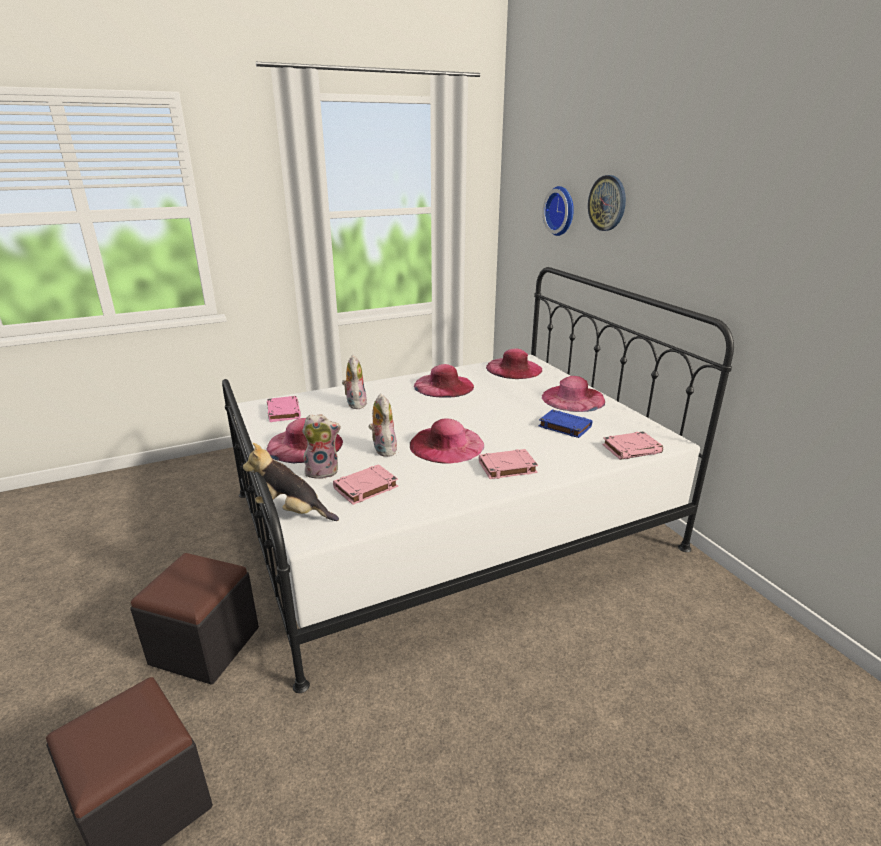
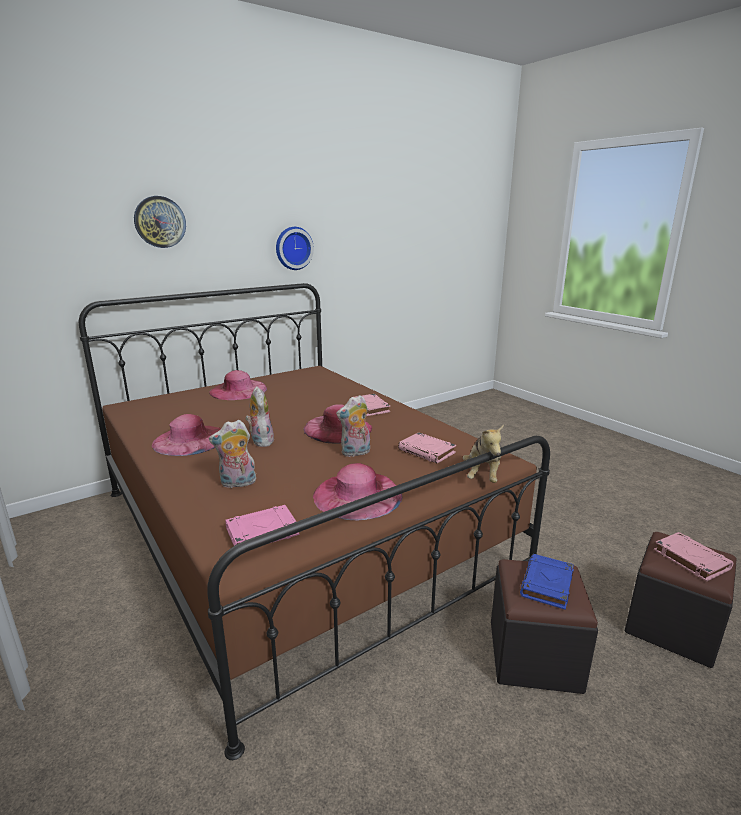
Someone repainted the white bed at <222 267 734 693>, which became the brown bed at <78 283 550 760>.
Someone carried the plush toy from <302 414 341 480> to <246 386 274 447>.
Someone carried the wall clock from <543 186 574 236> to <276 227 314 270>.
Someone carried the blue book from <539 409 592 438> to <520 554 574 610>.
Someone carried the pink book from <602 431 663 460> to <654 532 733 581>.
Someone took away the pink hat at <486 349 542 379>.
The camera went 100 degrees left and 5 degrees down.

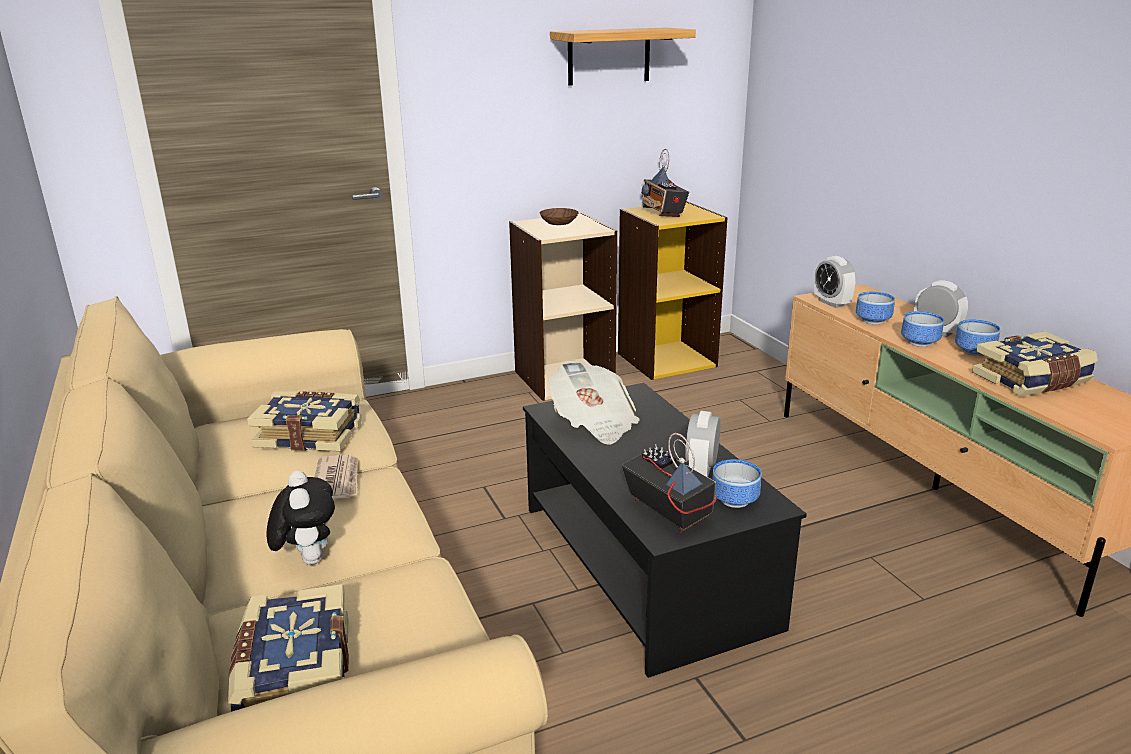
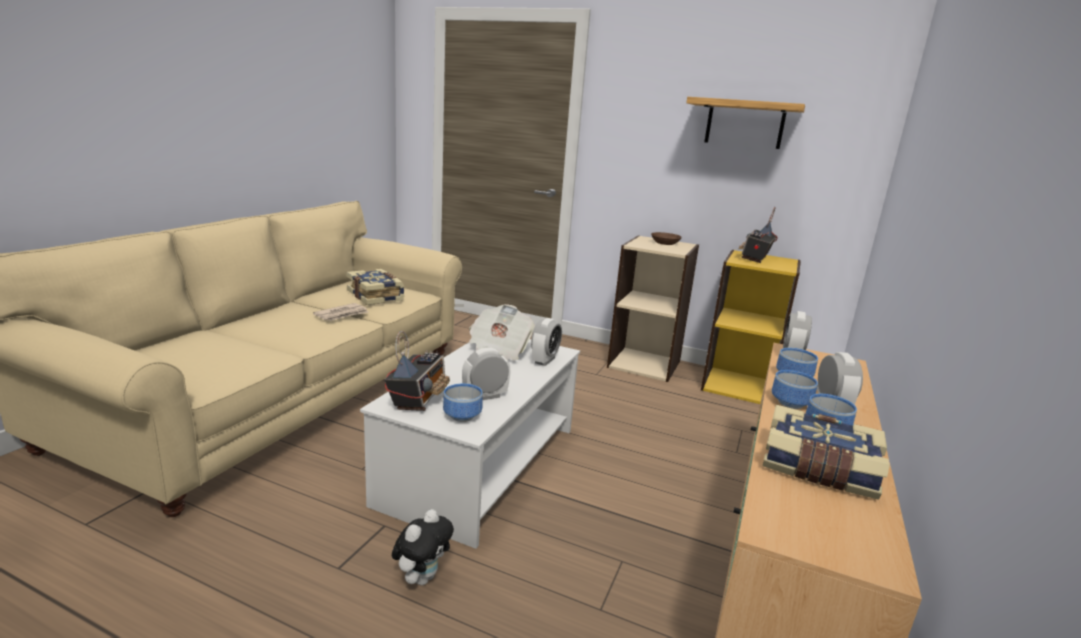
Someone repainted the black coffee table at <523 383 807 678>, which became the white coffee table at <360 339 580 549>.
Someone carried the plush toy from <267 470 335 565> to <392 509 454 585>.
Someone put down the alarm clock at <531 318 562 366>.
Someone took away the book at <228 584 349 712>.
The camera went 45 degrees right and 5 degrees down.

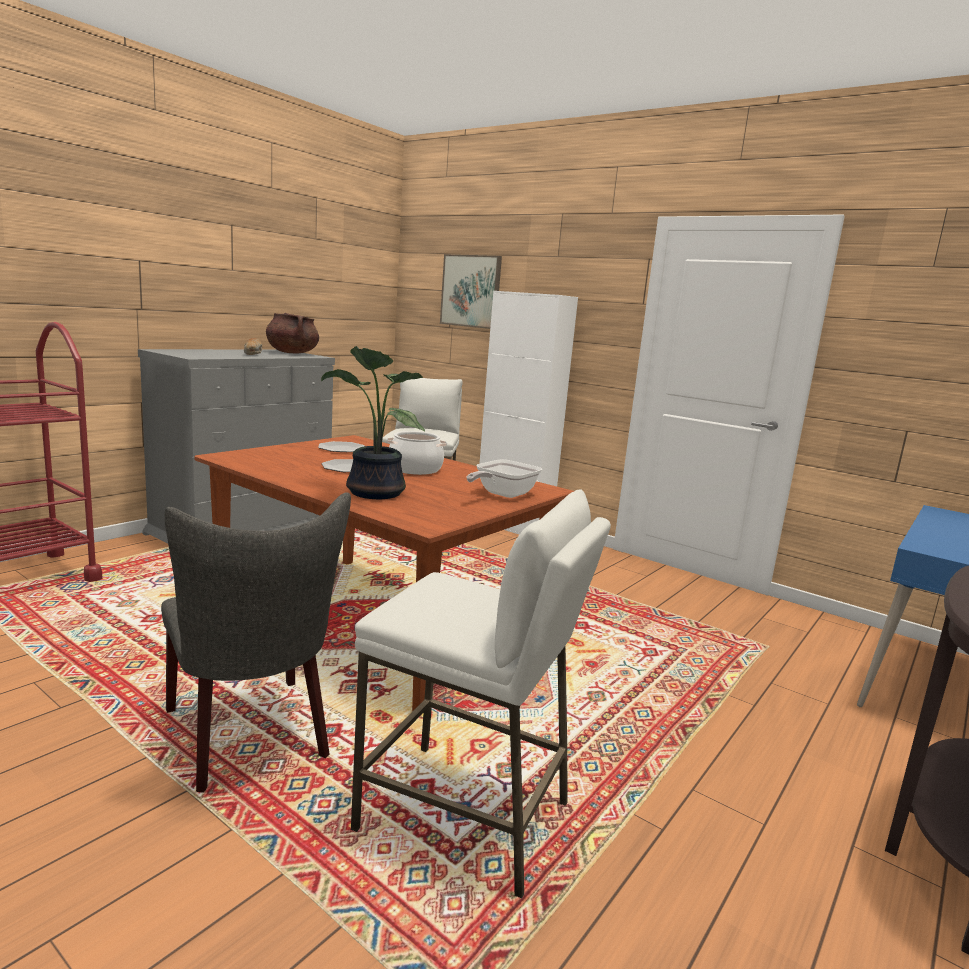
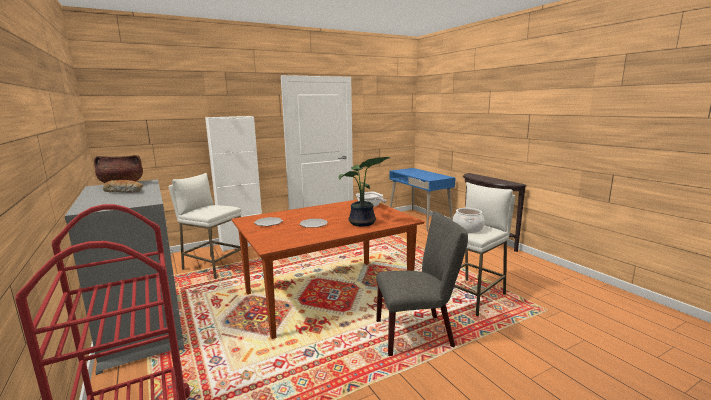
Someone carried the cooking pot from <386 431 447 475> to <453 208 484 233>.
Someone took away the picture at <440 254 502 329>.
The camera went 65 degrees left and 0 degrees up.

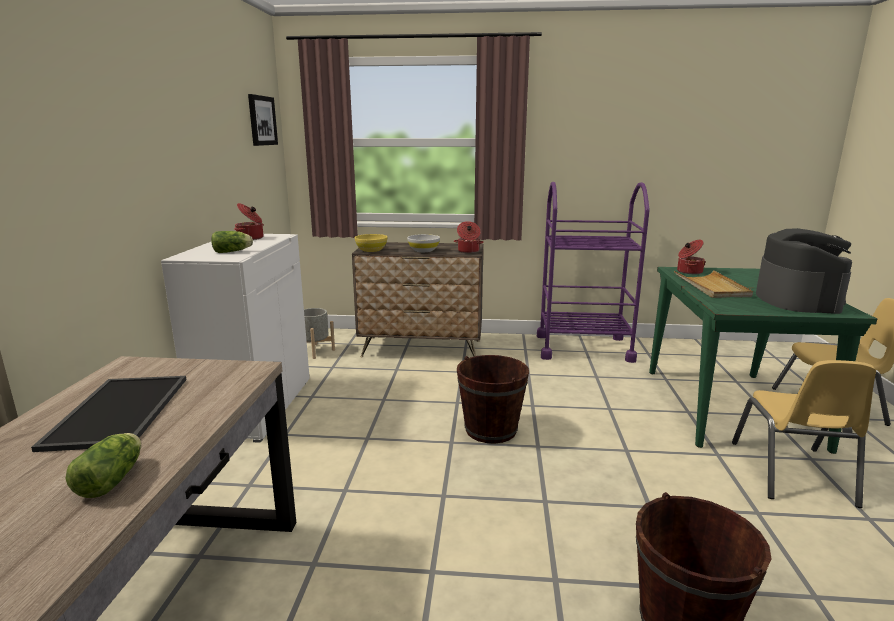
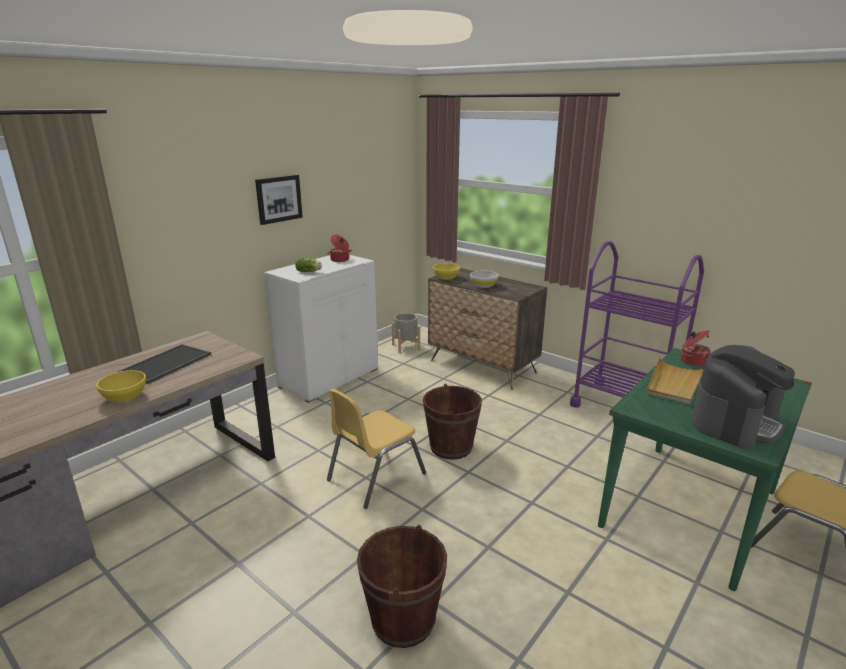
Someone swapped the lettuce at <65 433 141 498> for the yellow bowl at <96 370 146 402>.
Someone carried the picture from <248 94 278 146> to <255 175 303 225>.
Someone carried the yellow chair from <732 360 876 508> to <327 389 426 509>.
Someone took away the cooking pot at <454 221 484 253>.
The camera went 35 degrees right and 5 degrees up.

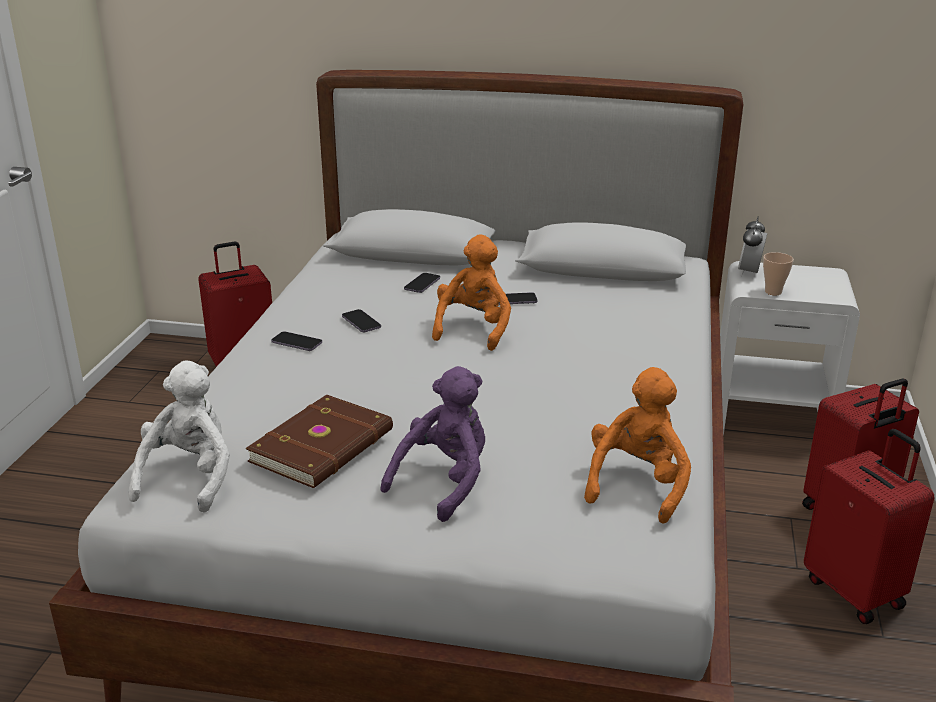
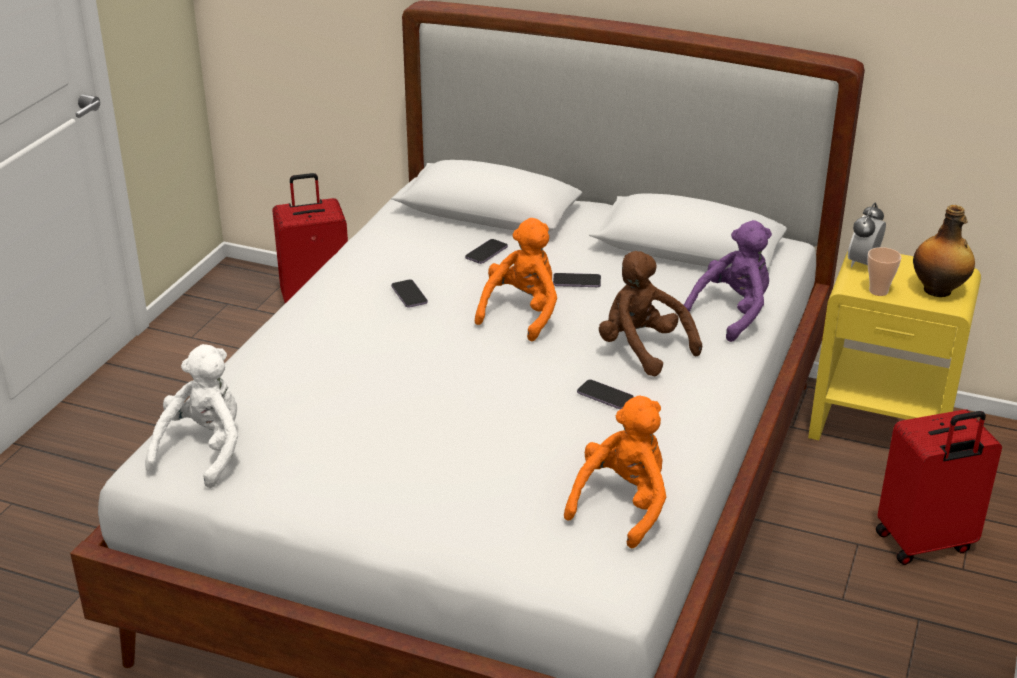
Someone carried the phone from <271 331 322 351> to <577 380 634 409>.
Someone put down the brown plush toy at <599 251 702 376>.
Someone carried the purple plush toy from <380 366 485 522> to <684 220 772 342>.
Someone repainted the white nightstand at <720 261 860 435>, which became the yellow nightstand at <808 252 981 440>.
Someone put down the bottle at <913 205 975 297>.
Someone took away the brown book at <246 394 393 488>.
Someone took away the red suitcase at <804 429 934 624>.
The camera went 10 degrees right and 5 degrees up.

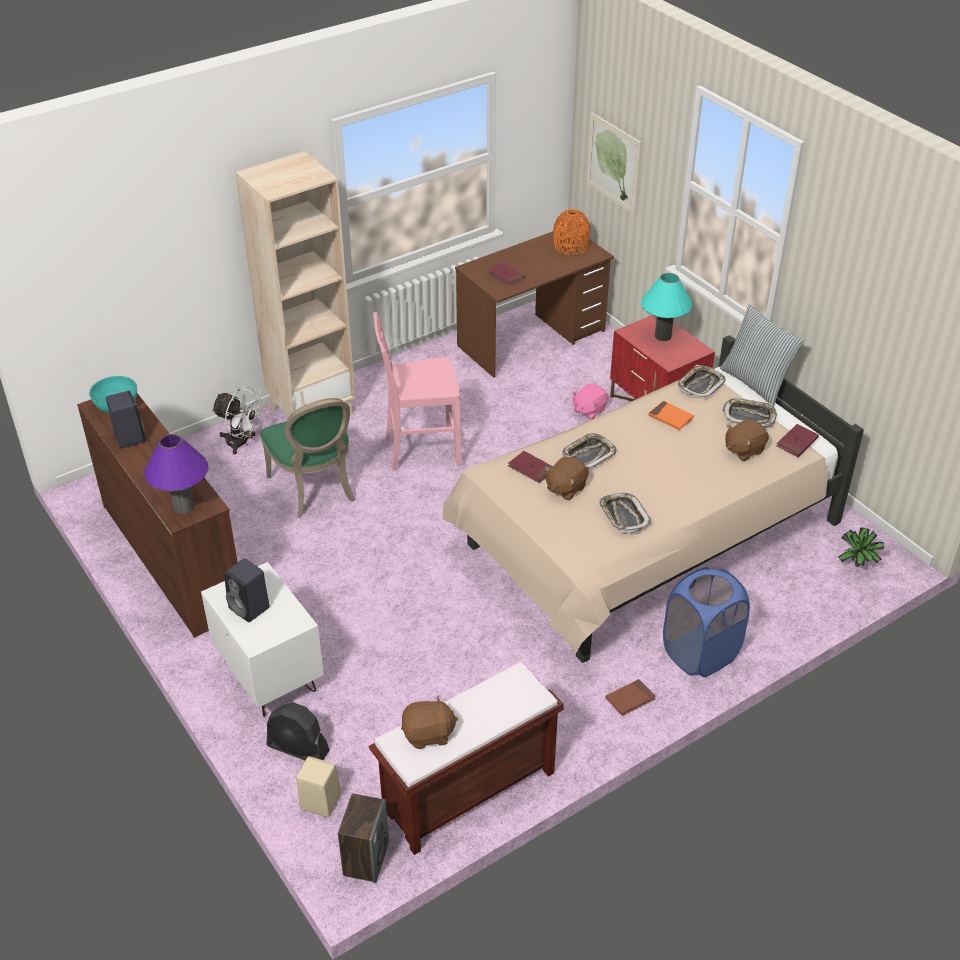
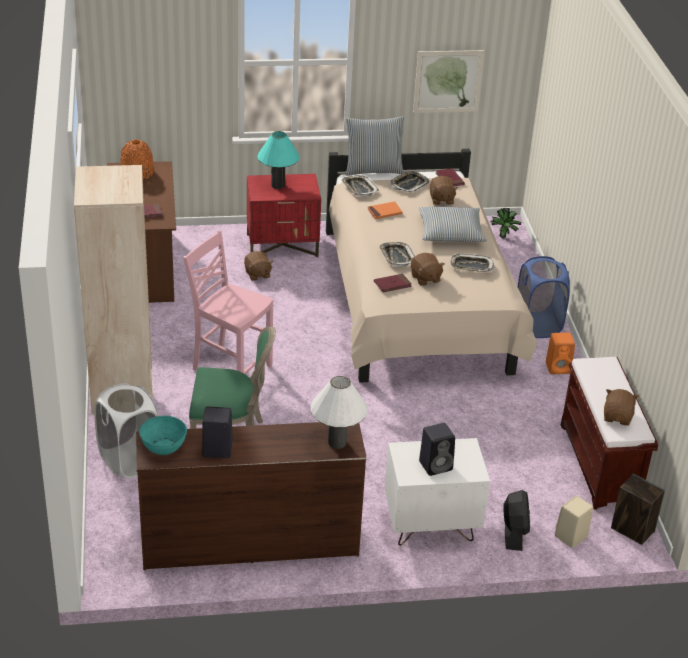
Someone swapped the white fan at <211 386 265 455> for the white laundry basket at <94 383 158 478>.
Someone rotated the pink chair at <373 312 462 471> by 105 degrees clockwise.
Someone repainted the pink plush toy at <572 384 609 419>, which became the brown plush toy at <244 251 273 281>.
Someone repainted the purple table lamp at <144 434 208 514>, which became the white table lamp at <311 376 368 449>.
Someone carried the picture from <586 112 642 214> to <413 50 485 113>.
Someone put down the pillow at <418 207 487 242>.
Someone rotated the black fan at <266 702 330 761> by 45 degrees counterclockwise.
Someone swapped the brown book at <605 679 656 716> for the orange speaker at <546 333 575 374>.
The camera went 65 degrees left and 5 degrees down.

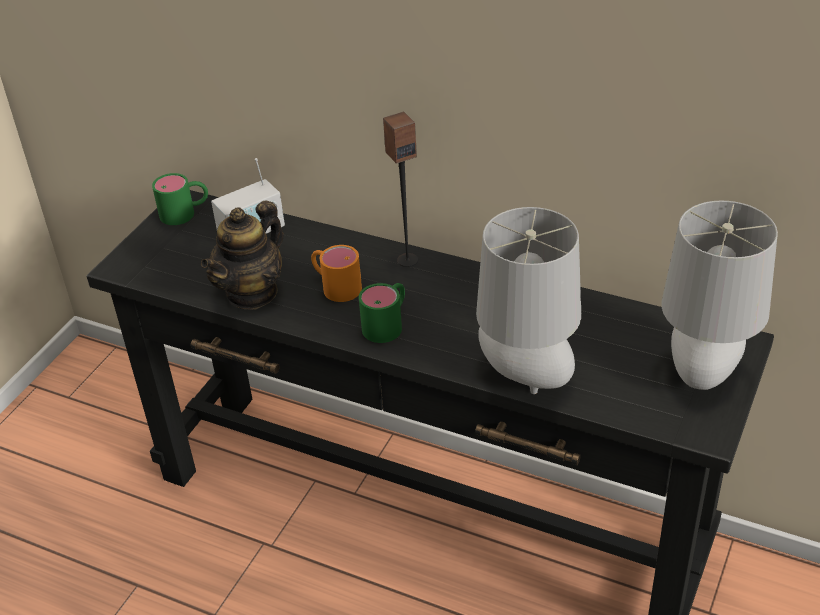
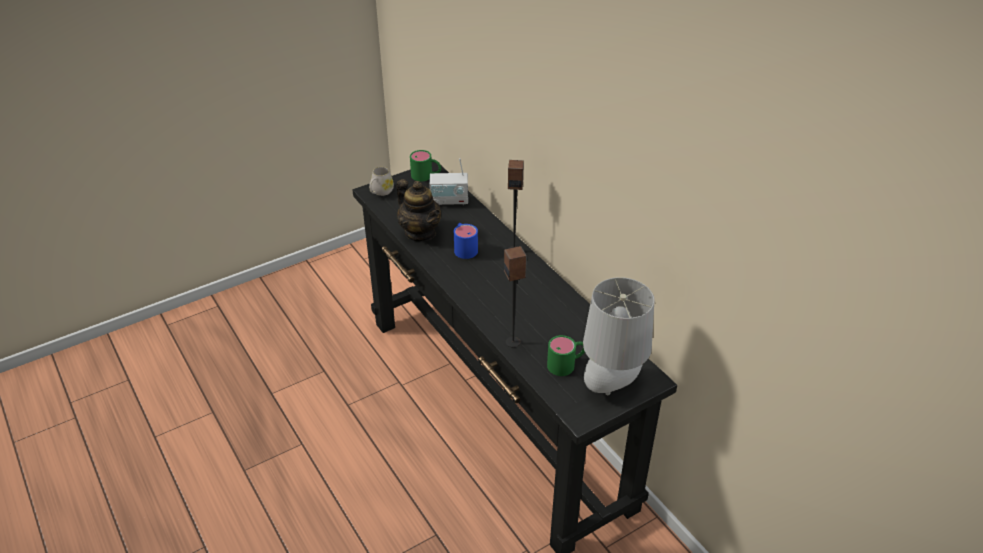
Someone put down the white mug at <369 167 394 196>.
Someone rotated the teapot at <201 200 284 310> by 105 degrees counterclockwise.
Someone repainted the orange mug at <311 245 362 302>, which became the blue mug at <454 223 478 259>.
Someone swapped the grey table lamp at <476 207 581 394> for the speaker at <504 246 527 348>.
Someone carried the green mug from <359 283 405 343> to <547 335 585 376>.
The camera went 30 degrees right and 0 degrees up.

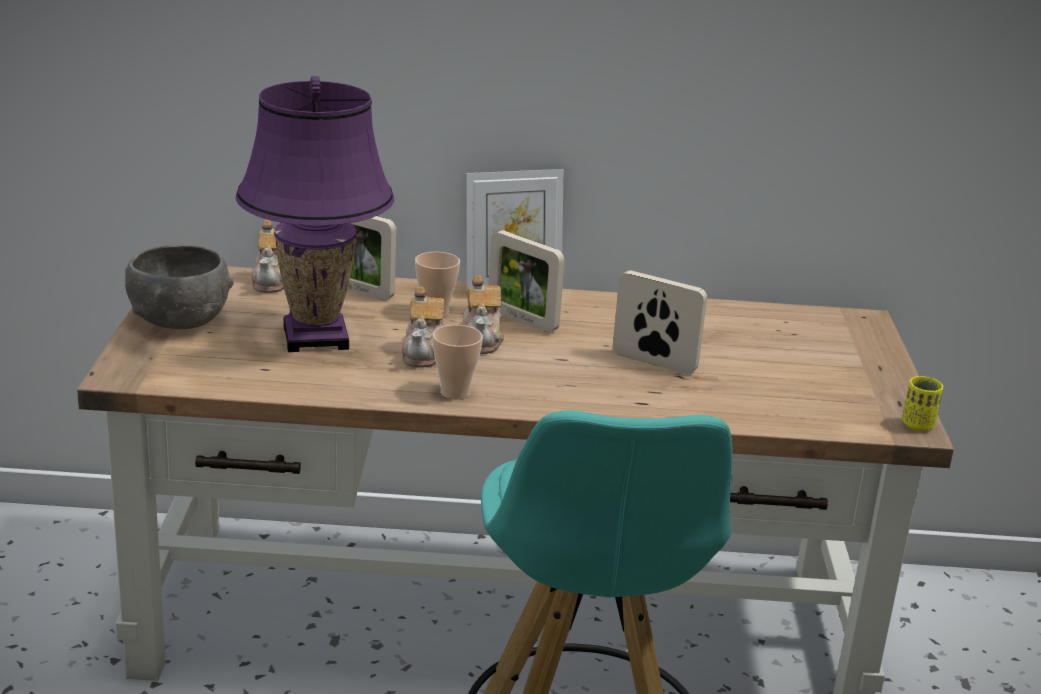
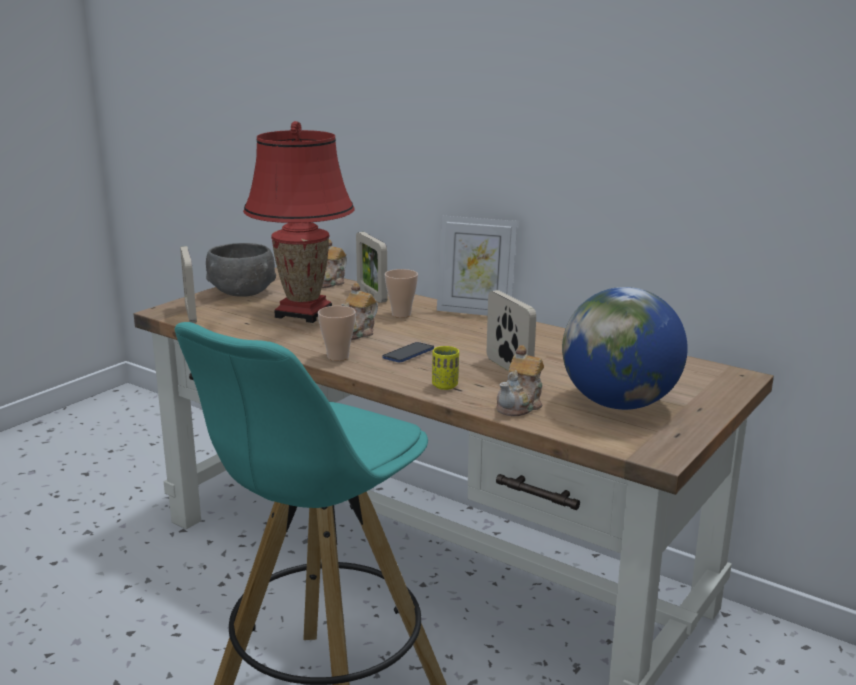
Someone carried the picture frame from <488 230 565 333> to <180 246 197 323>.
Someone repainted the purple table lamp at <236 76 394 352>, which became the red table lamp at <243 121 355 323>.
Someone put down the phone at <382 342 434 362>.
Someone carried the yellow cup from <902 376 943 431> to <432 346 459 390>.
Someone carried the teapot from <463 275 504 354> to <496 345 544 416>.
Someone put down the globe at <562 287 688 410>.
The camera went 35 degrees right and 5 degrees down.

